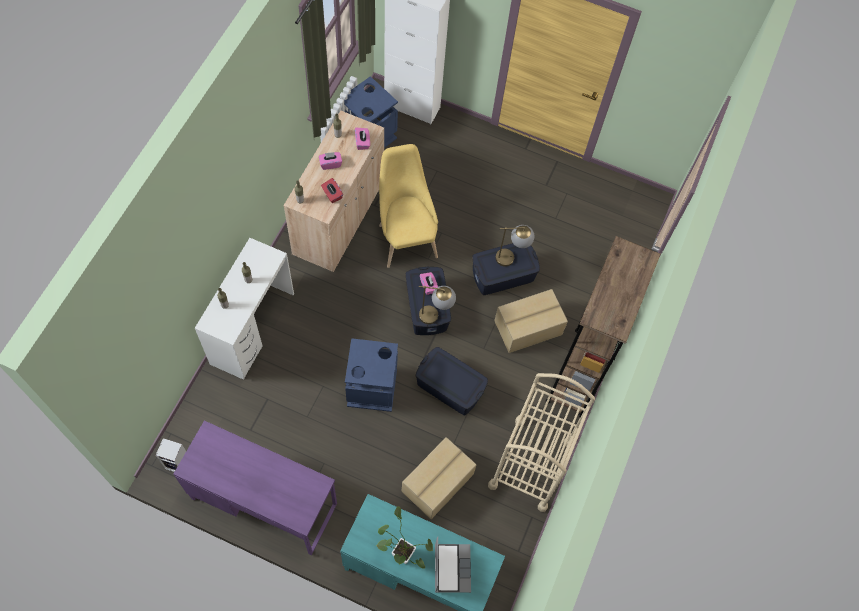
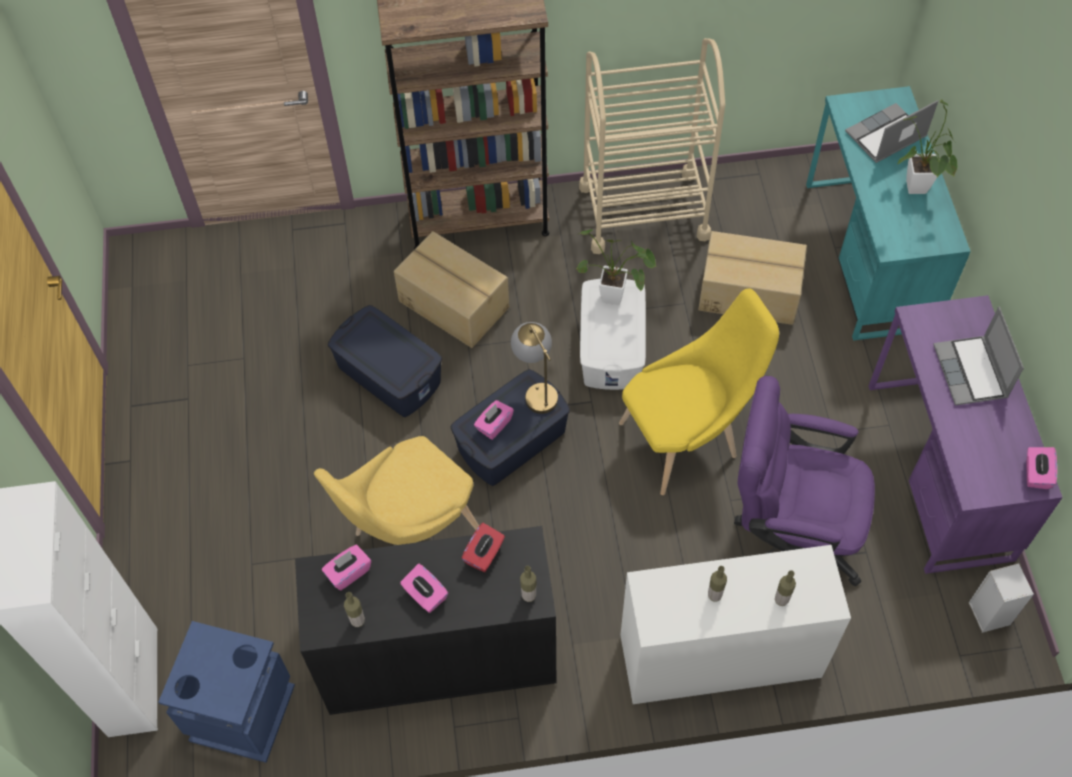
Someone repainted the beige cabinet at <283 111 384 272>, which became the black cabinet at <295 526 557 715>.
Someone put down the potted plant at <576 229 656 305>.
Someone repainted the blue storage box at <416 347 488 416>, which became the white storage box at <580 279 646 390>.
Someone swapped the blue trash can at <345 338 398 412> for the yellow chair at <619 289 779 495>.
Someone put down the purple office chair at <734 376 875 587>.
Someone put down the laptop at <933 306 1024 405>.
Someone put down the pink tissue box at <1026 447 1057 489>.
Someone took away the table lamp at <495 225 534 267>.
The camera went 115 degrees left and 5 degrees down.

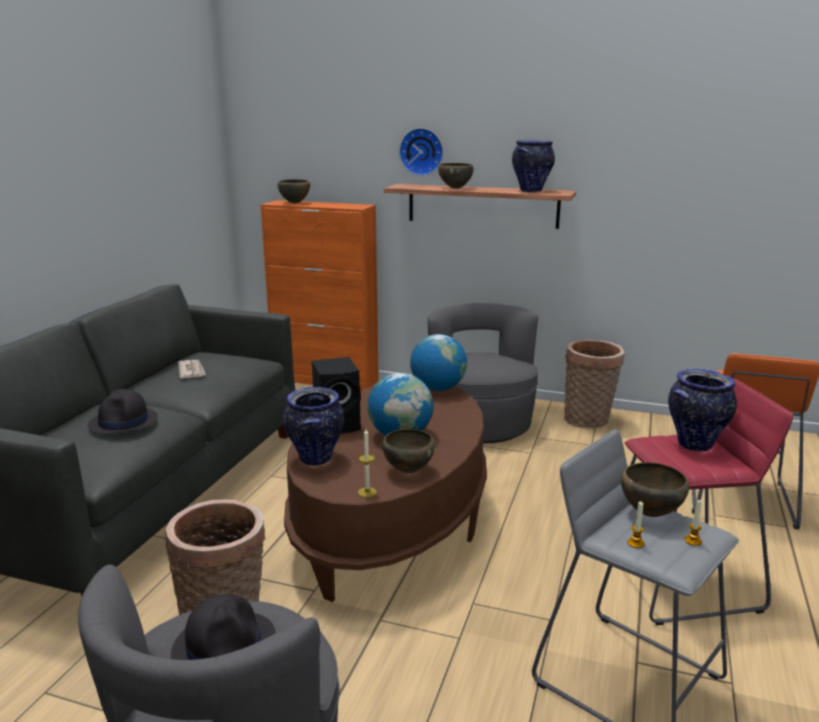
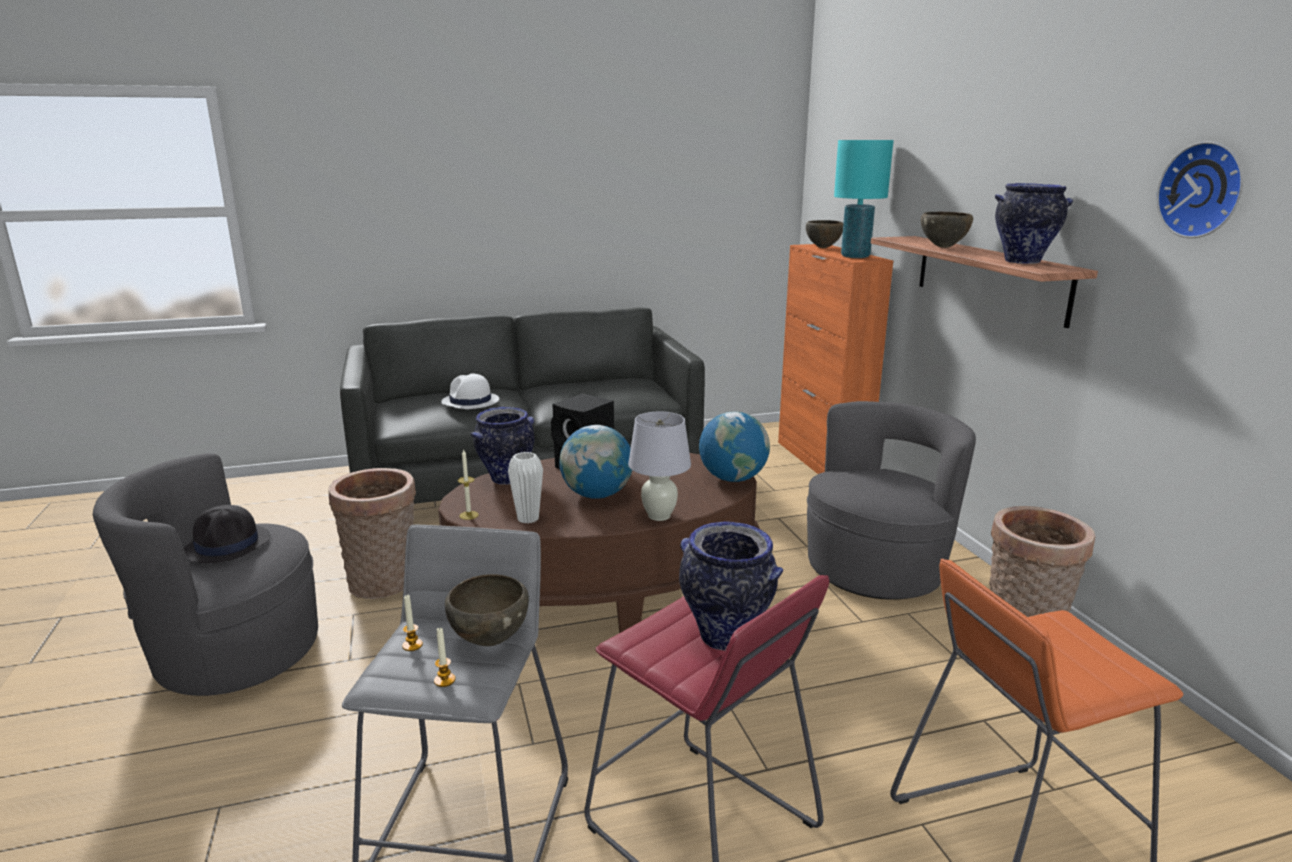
Someone repainted the black hat at <88 389 158 434>, which became the white hat at <441 373 499 409>.
Someone swapped the brown bowl at <382 429 435 473> for the white vase at <508 452 543 524>.
Someone put down the white table lamp at <628 412 691 521>.
Someone put down the turquoise table lamp at <834 140 894 258>.
Someone carried the wall clock from <399 128 443 176> to <1156 141 1243 238>.
Someone took away the newspaper at <178 360 206 378>.
The camera went 55 degrees right and 0 degrees up.

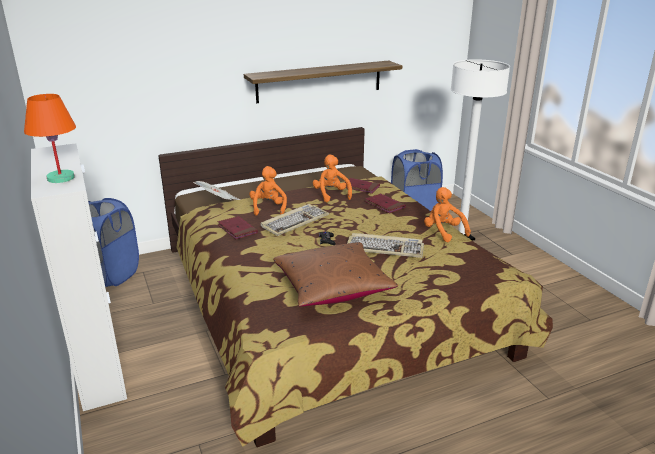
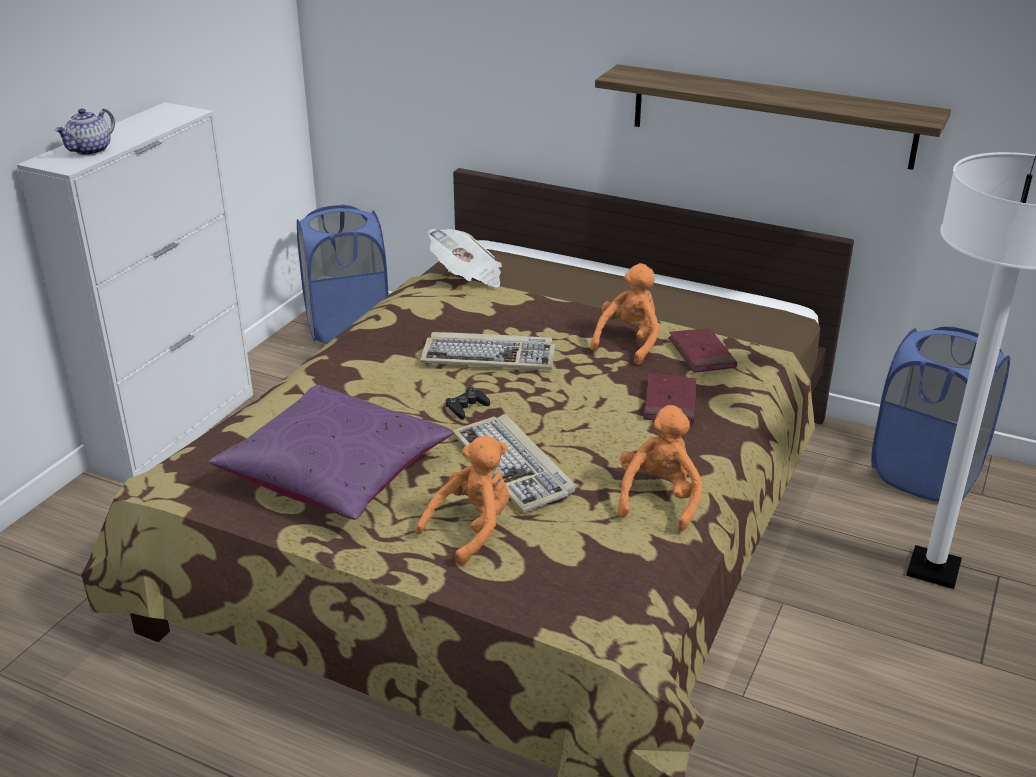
Someone swapped the orange table lamp at <24 94 76 183> for the teapot at <55 108 115 156>.
Someone repainted the brown pillow at <273 242 398 307>, which became the purple pillow at <208 385 454 520>.
Someone carried the orange plush toy from <249 166 287 216> to <415 435 509 566>.
Someone took away the red book at <218 216 258 239>.
The camera went 50 degrees right and 5 degrees up.

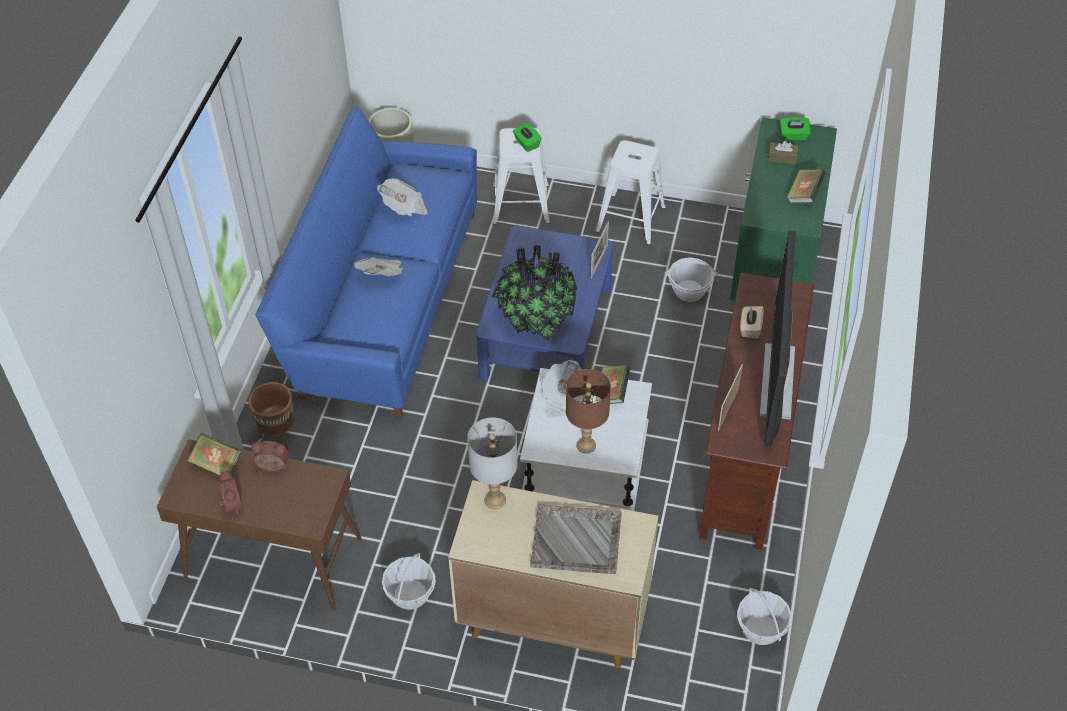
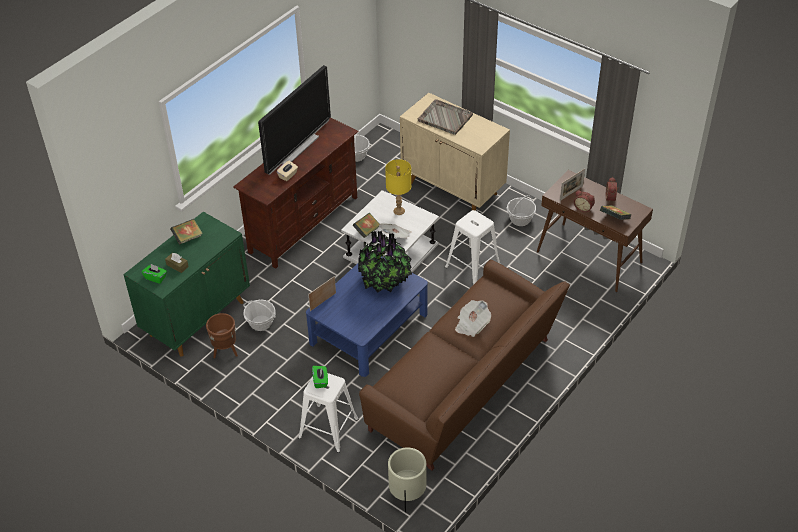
Someone carried the brown planter from <248 382 294 451> to <206 313 238 358>.
Someone repainted the blue sofa at <255 107 477 418>, which became the brown sofa at <359 259 570 470>.
Someone repainted the brown table lamp at <566 369 611 454>, which became the yellow table lamp at <385 159 411 215>.
Someone carried the white stool from <596 140 666 245> to <445 210 500 285>.
Someone carried the picture frame from <718 364 743 431> to <560 169 585 201>.
Someone took away the newspaper at <377 178 427 216>.
Someone took away the grey table lamp at <467 417 518 509>.
The camera went 155 degrees left and 5 degrees down.

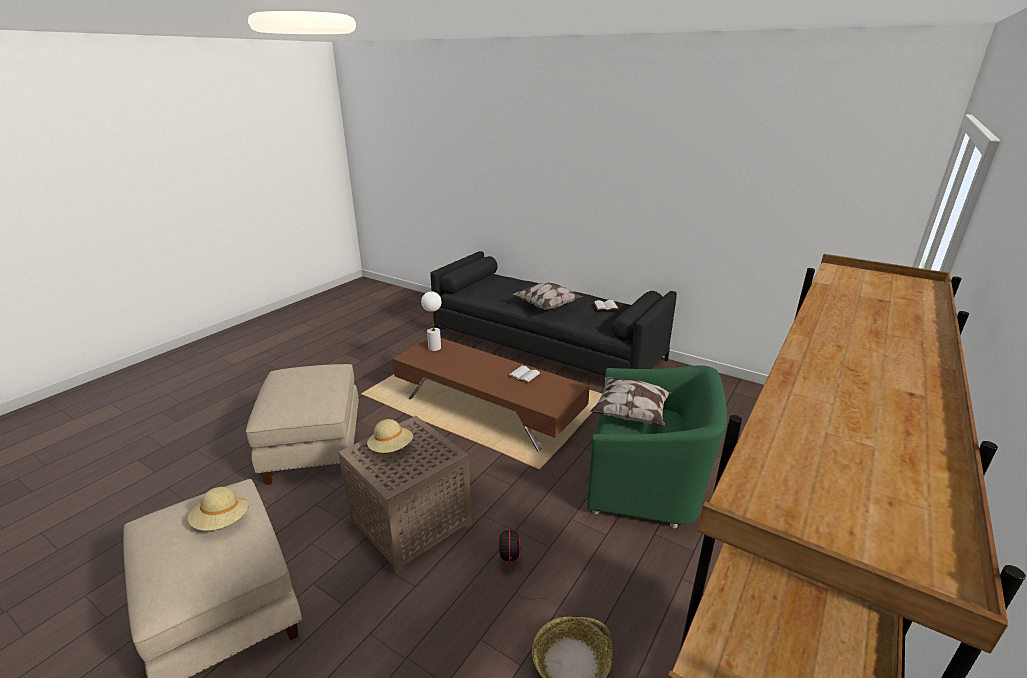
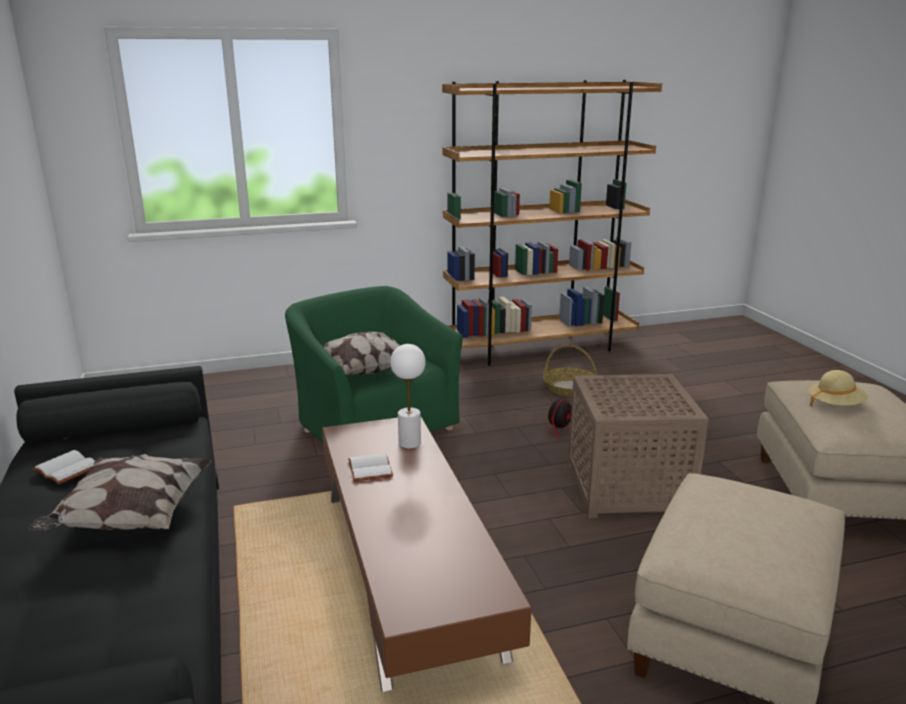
Someone carried the white table lamp from <421 291 442 351> to <390 344 426 449>.
Someone took away the beige hat at <367 419 413 453>.
The camera went 140 degrees left and 5 degrees down.

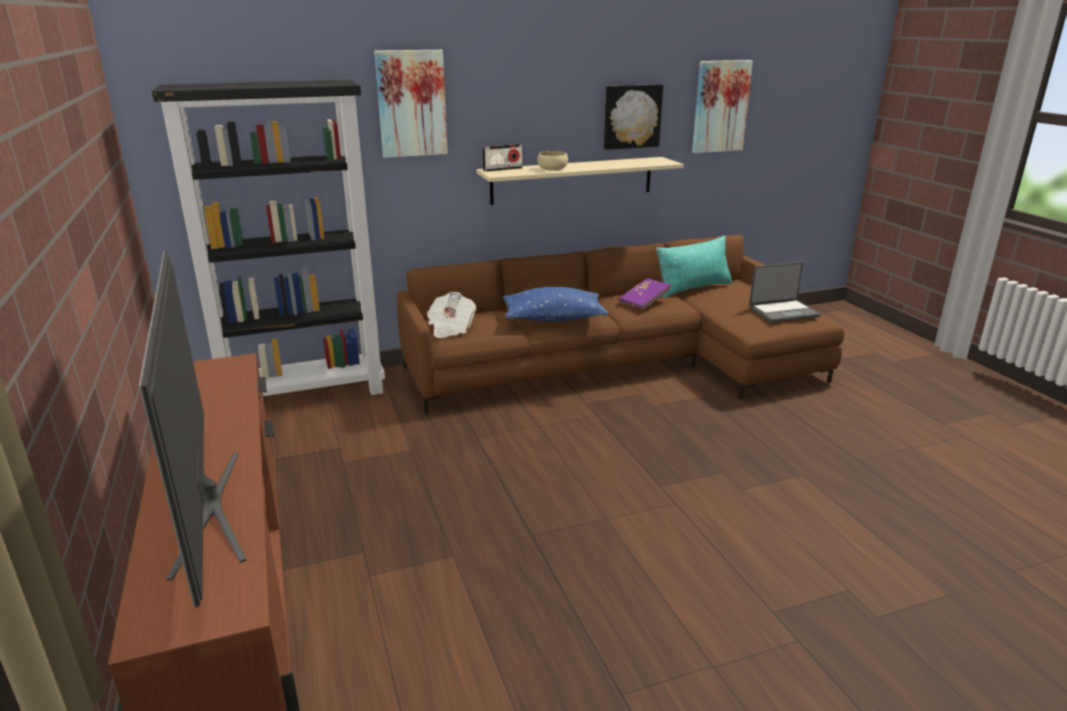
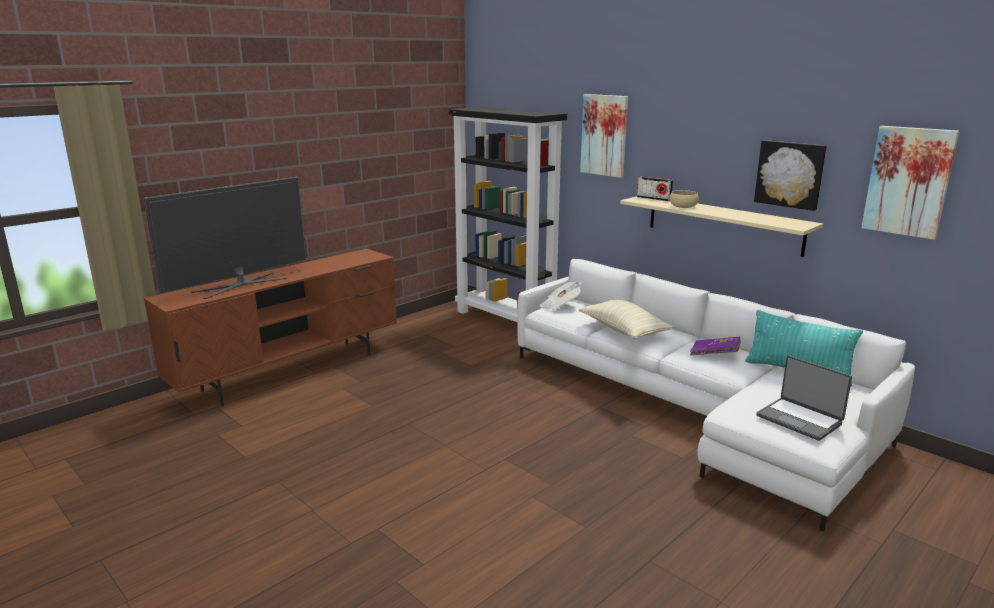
Someone repainted the brown sofa at <397 235 845 414>, which became the white sofa at <517 259 915 532>.
Someone repainted the blue pillow at <503 287 608 322>, which became the beige pillow at <579 300 674 339>.
The camera went 65 degrees right and 5 degrees down.

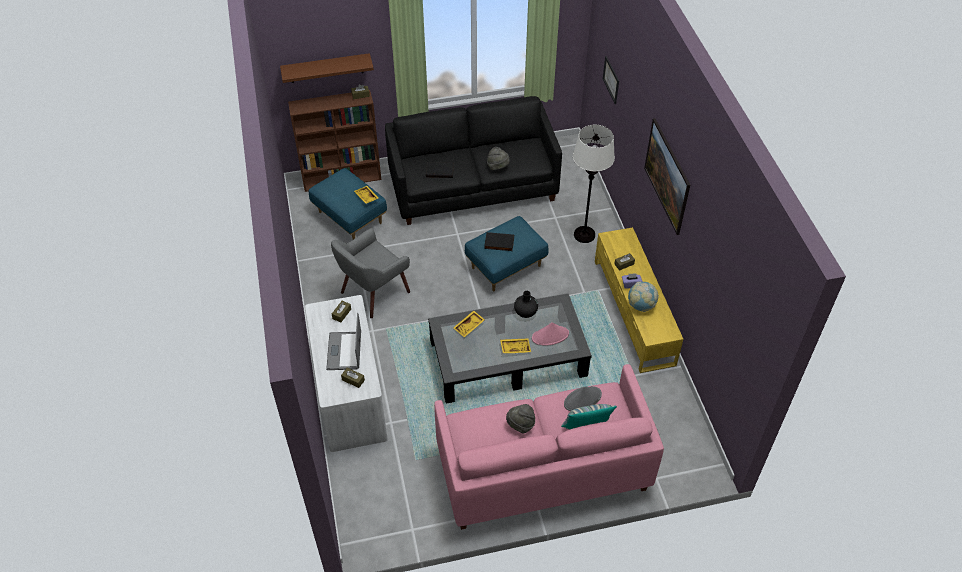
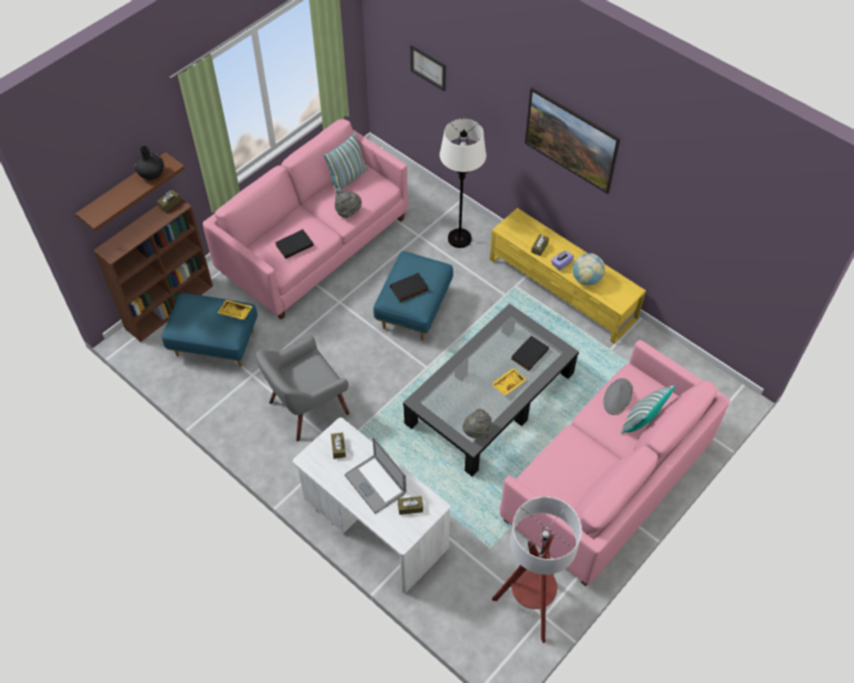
Someone carried the black vase from <514 291 538 318> to <135 146 164 180>.
Someone repainted the black sofa at <385 96 562 225>, which became the pink sofa at <203 119 408 320>.
Someone rotated the grey armchair at <331 228 410 318> by 45 degrees clockwise.
Someone put down the pillow at <323 133 368 193>.
Someone carried the grey hat from <506 404 535 434> to <462 409 492 439>.
Someone put down the floor lamp at <492 496 582 643>.
Someone swapped the pink hat at <532 322 569 346> for the black book at <511 336 549 371>.
Someone took away the yellow tray at <453 310 485 337>.
The camera went 35 degrees left and 5 degrees up.

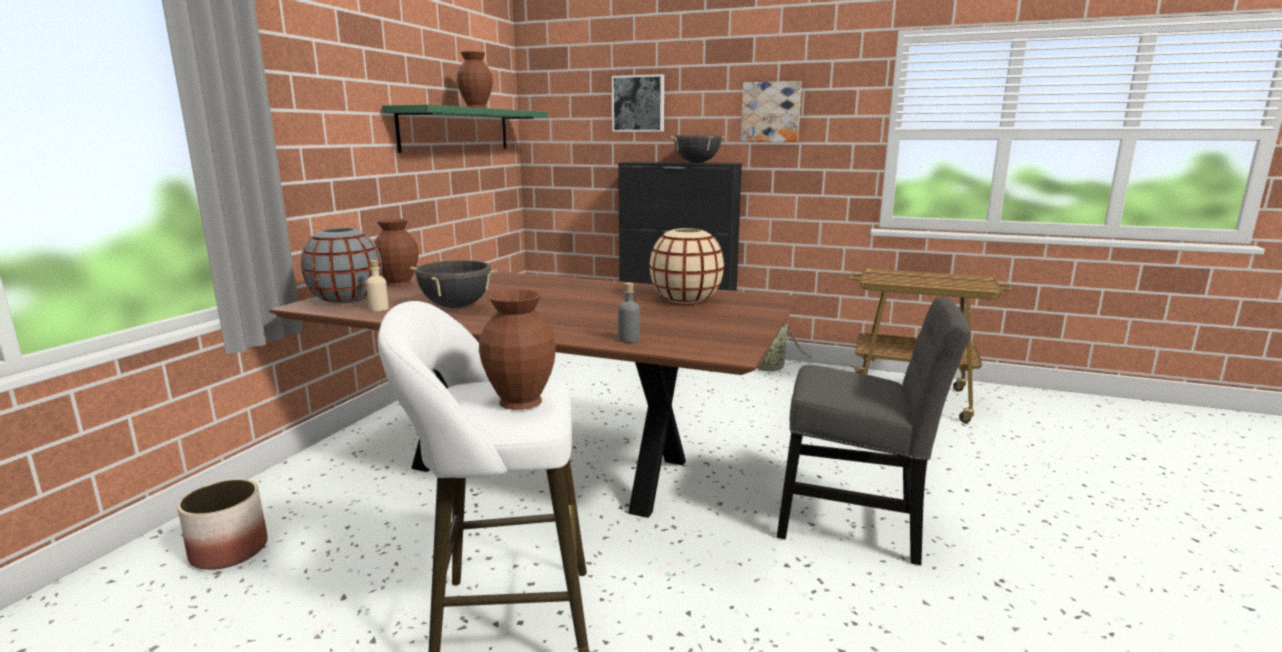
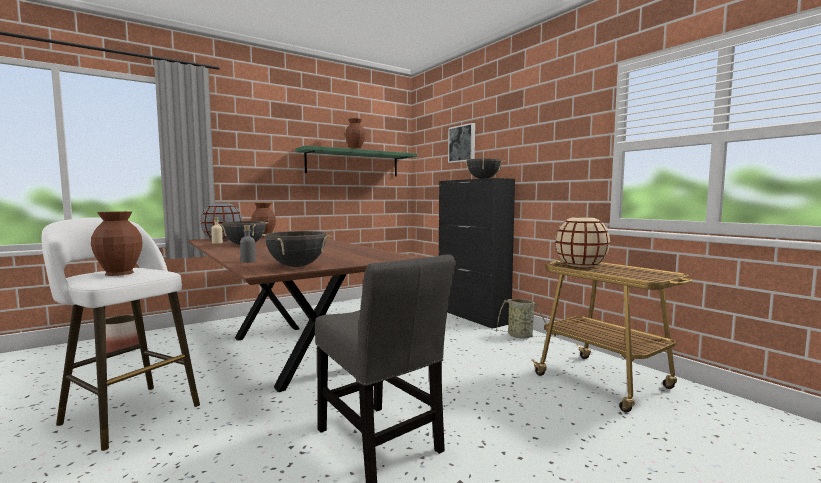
Someone put down the black cooking pot at <262 231 331 267>.
Someone carried the beige vase from <650 228 724 304> to <555 217 610 267>.
Someone took away the picture at <741 81 802 142>.
The camera went 35 degrees right and 10 degrees down.

